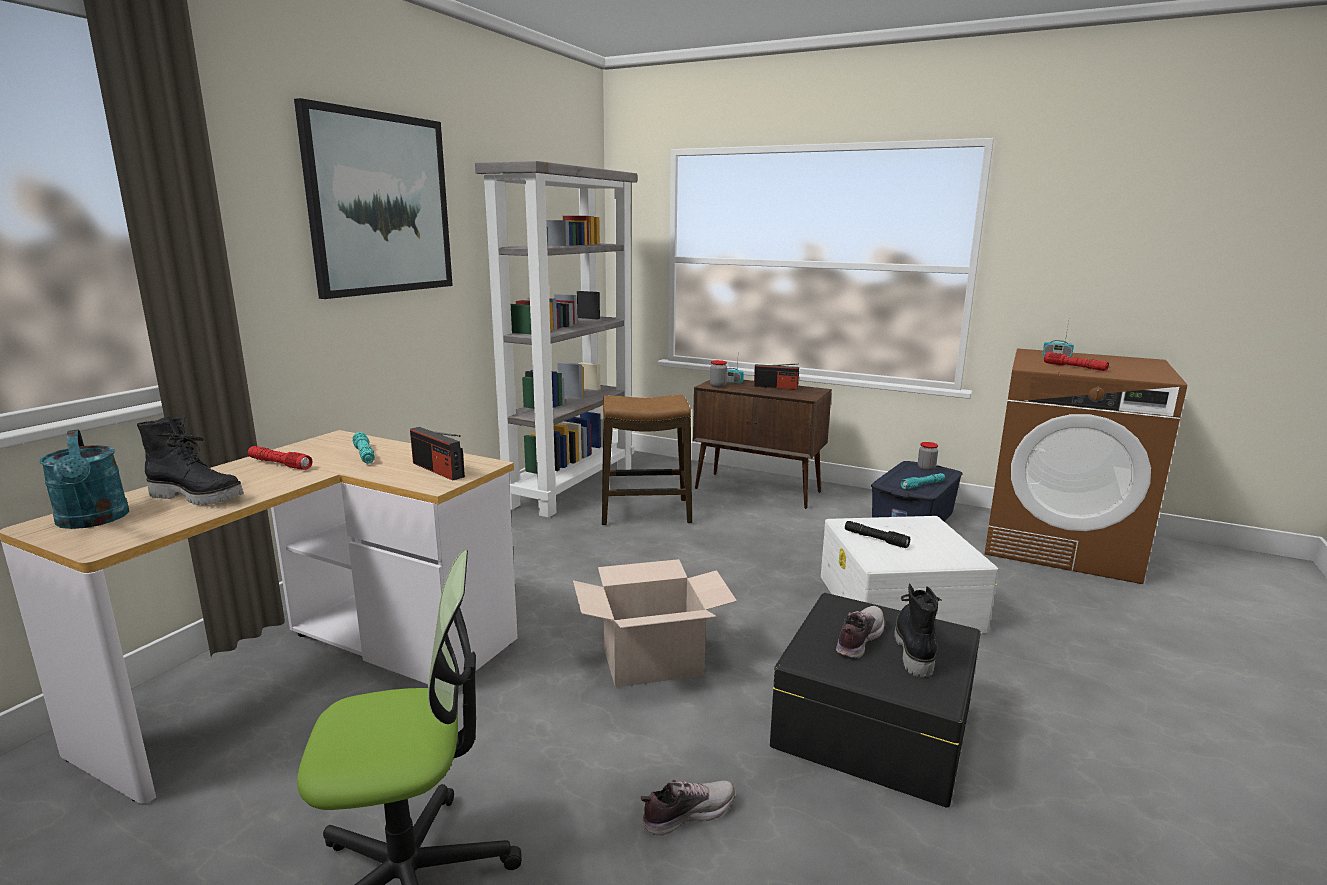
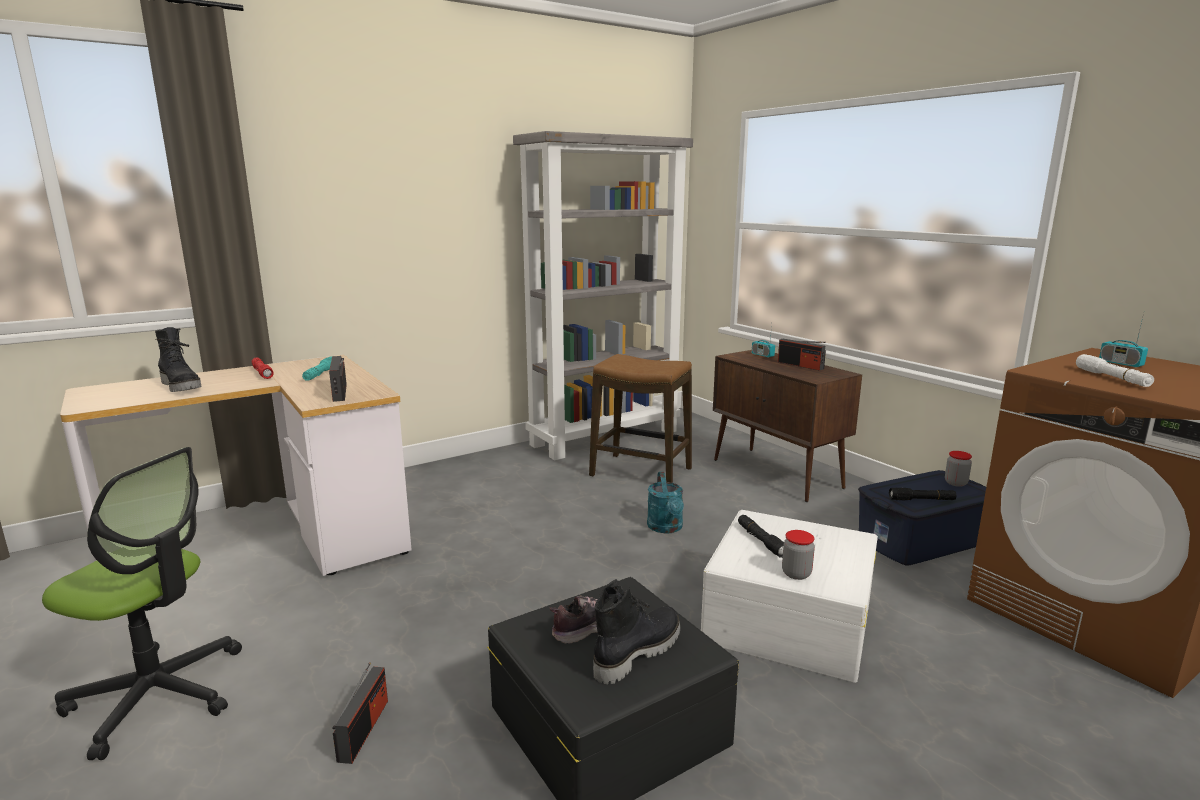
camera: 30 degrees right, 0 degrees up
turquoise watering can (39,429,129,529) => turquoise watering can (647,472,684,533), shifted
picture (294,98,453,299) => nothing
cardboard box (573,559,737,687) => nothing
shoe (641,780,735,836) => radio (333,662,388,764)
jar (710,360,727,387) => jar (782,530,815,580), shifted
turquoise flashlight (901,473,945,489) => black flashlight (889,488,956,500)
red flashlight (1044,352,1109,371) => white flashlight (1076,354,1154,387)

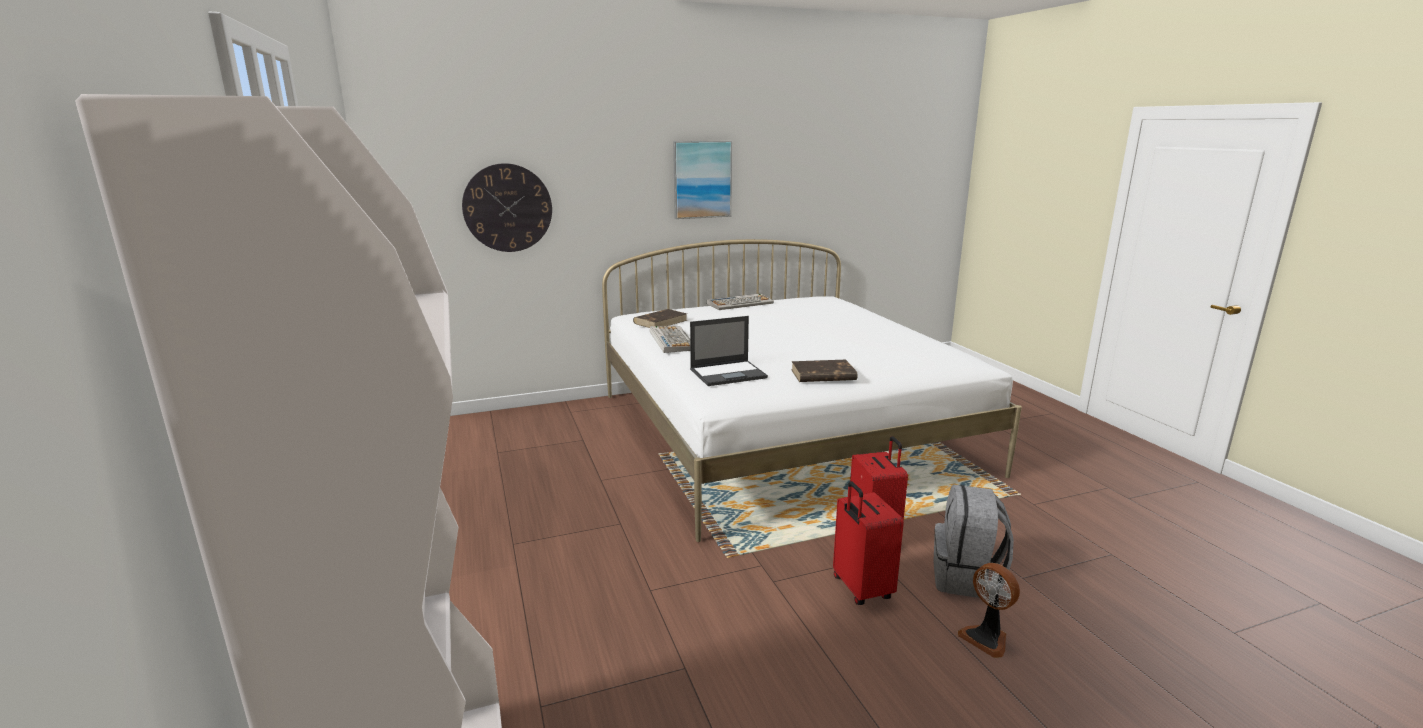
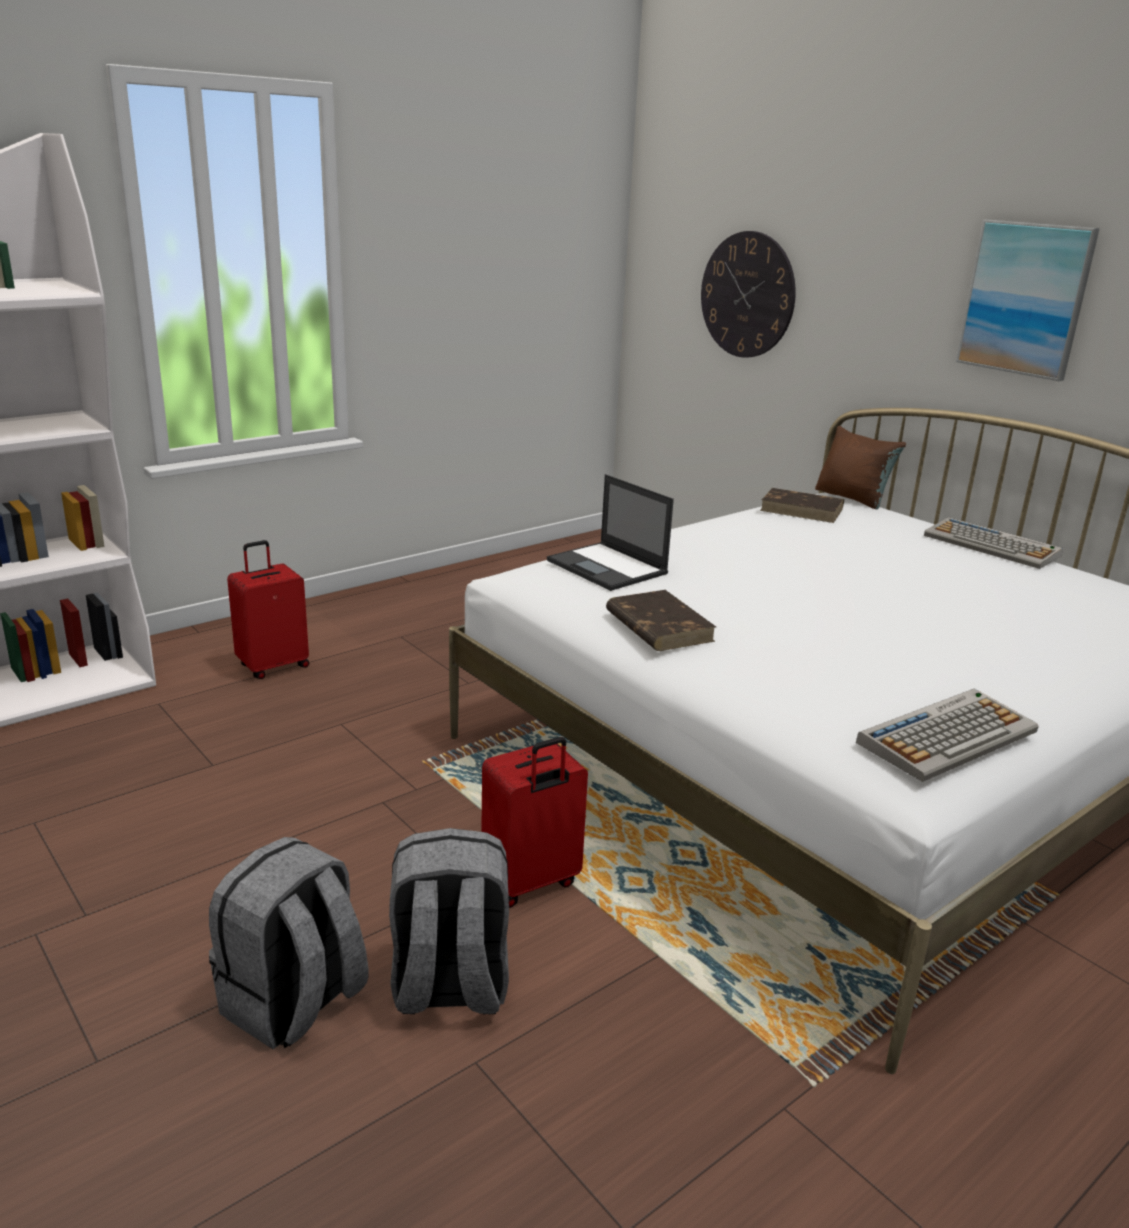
camera: 70 degrees right, 5 degrees up
keyboard (650,326,690,353) => keyboard (856,688,1039,782), shifted
red suitcase (833,481,904,605) => red suitcase (227,540,309,679), shifted
fan (958,563,1020,658) => grey backpack (209,837,368,1049)
nothing => brown pillow (815,426,906,509)

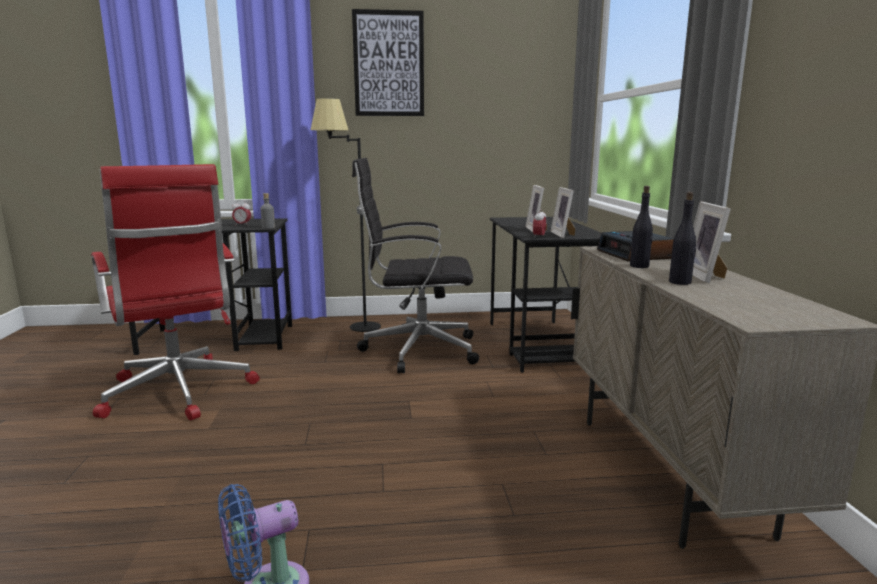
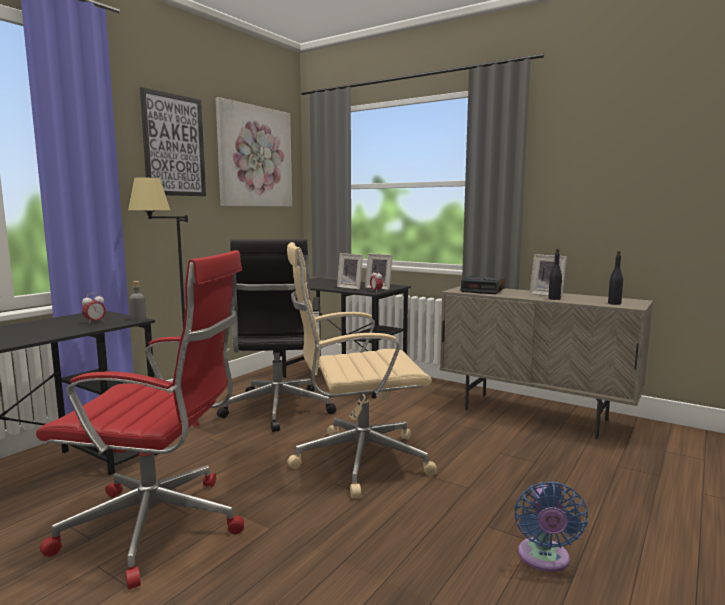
camera: 50 degrees left, 5 degrees down
black office chair (352,158,479,373) => black office chair (217,239,336,432), 45 degrees counterclockwise
black bottle (630,186,653,268) => black bottle (608,251,623,305), shifted
nothing => picture (216,97,292,207)
nothing => beige office chair (287,242,437,498)

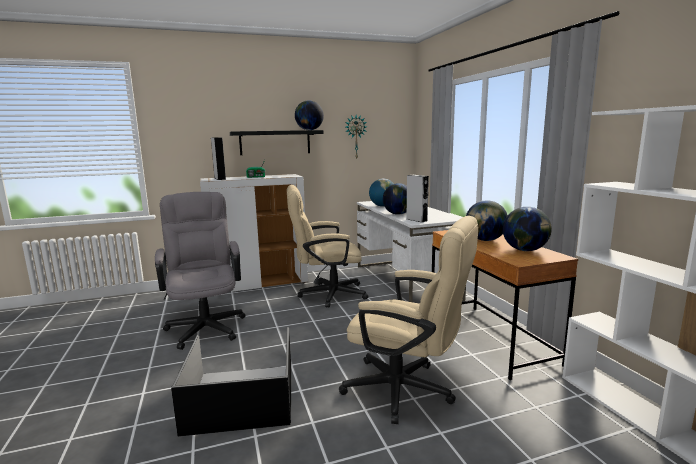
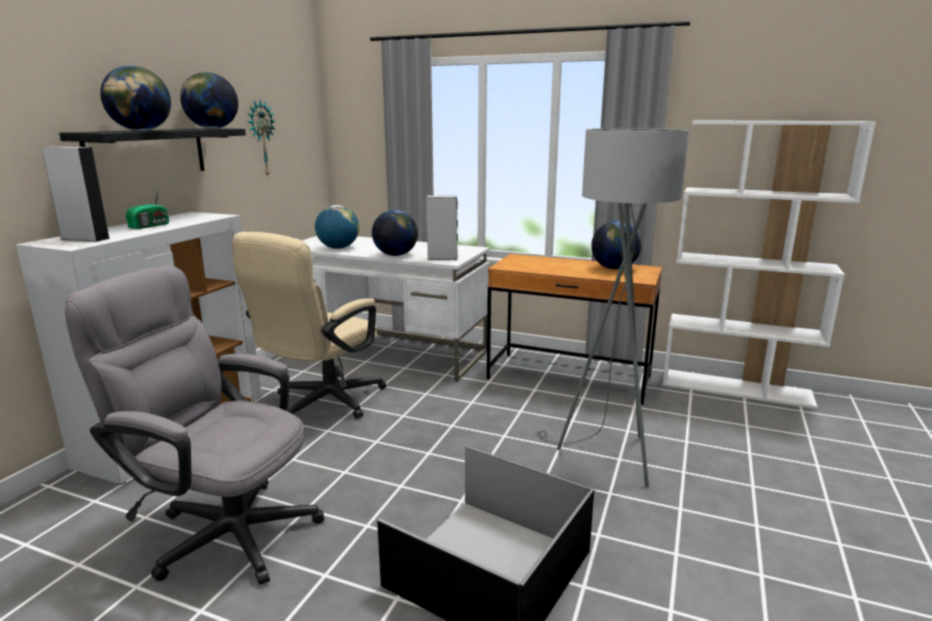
camera: 50 degrees left, 5 degrees up
beige office chair (339,216,478,424) => grey floor lamp (535,128,689,487)
globe (466,200,508,241) => globe (100,66,171,131), shifted

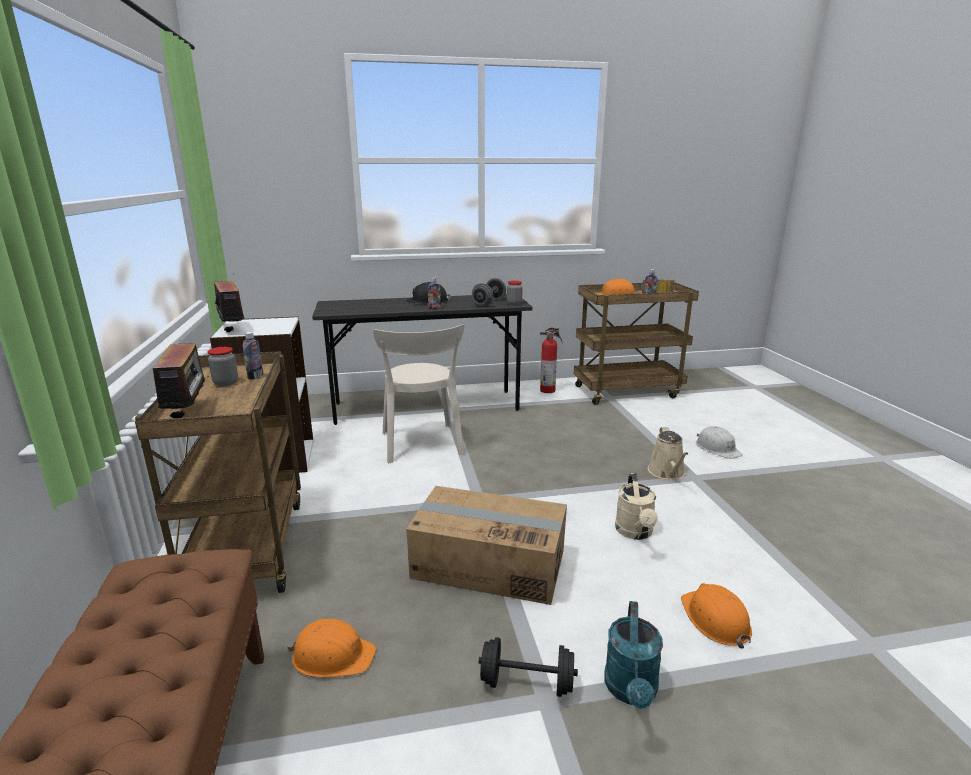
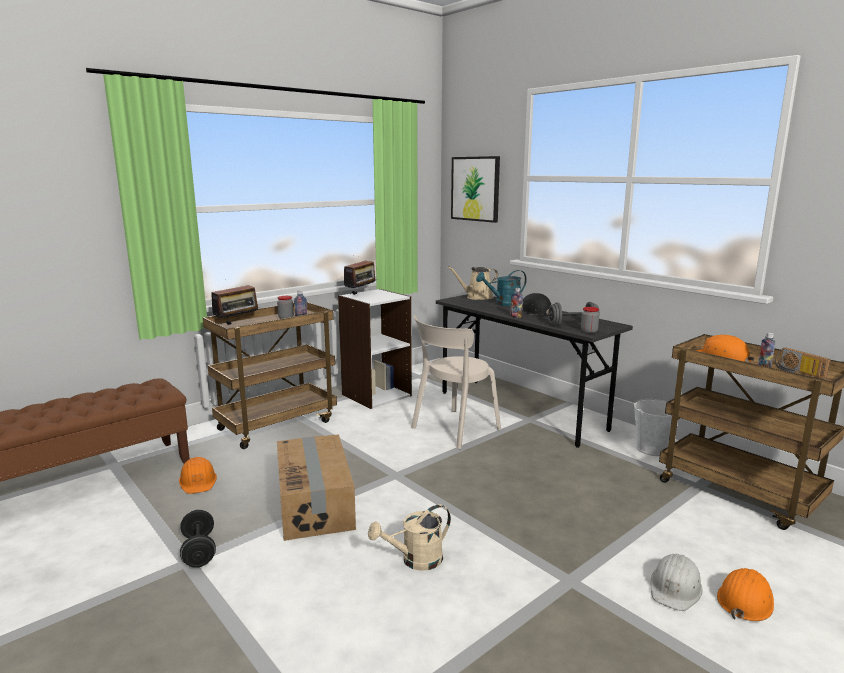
camera: 60 degrees right, 5 degrees down
fire extinguisher (540,328,562,393) => white bucket (634,399,672,456)
turquoise watering can (604,601,663,709) => turquoise watering can (476,270,527,306), shifted
beige watering can (648,427,688,480) => beige watering can (448,266,498,300), shifted
orange hard hat (681,583,752,649) => orange hard hat (717,568,774,621), shifted
nothing => picture (451,156,500,223)

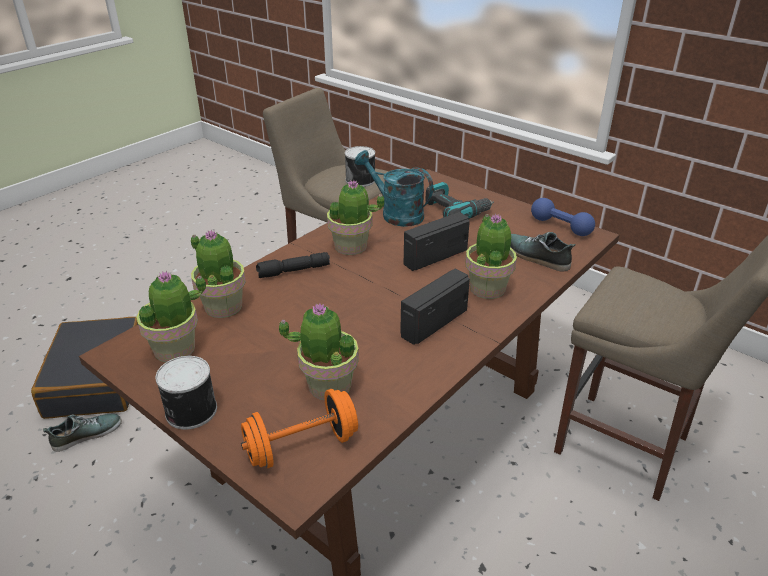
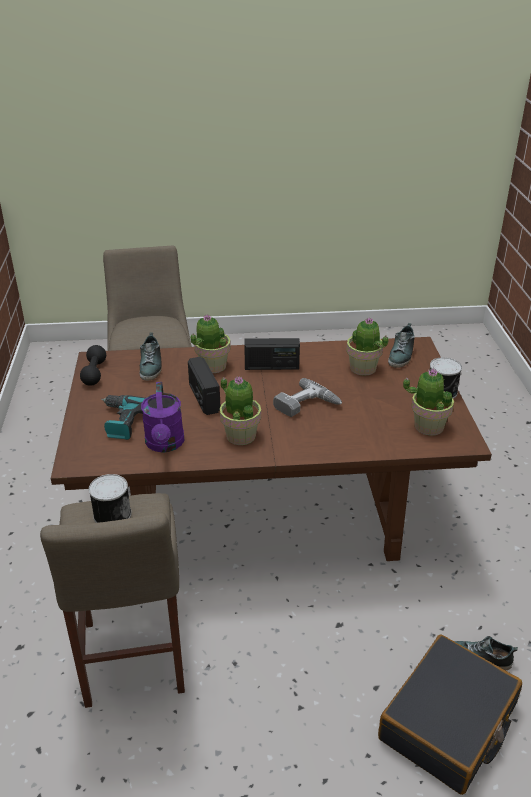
camera: 135 degrees left, 0 degrees up
potted plant (190,229,246,318) => nothing
orange dumbbell (241,389,358,468) => shoe (388,323,415,368)
black flashlight (256,252,330,278) => nothing
turquoise watering can (355,150,433,227) => purple watering can (141,382,184,452)
radio (404,212,470,271) => radio (188,357,221,415), 60 degrees clockwise
blue dumbbell (531,198,595,236) => black dumbbell (80,345,106,386)
nothing => power drill (273,378,342,417)

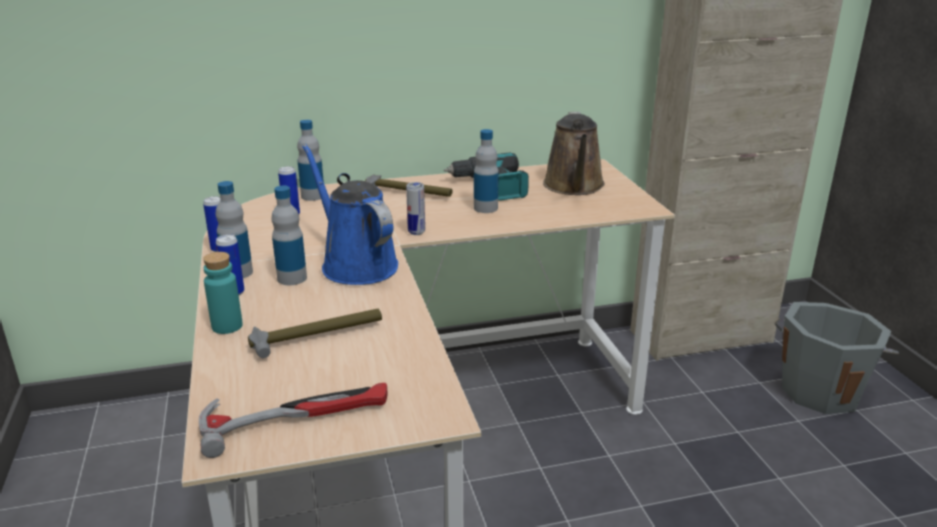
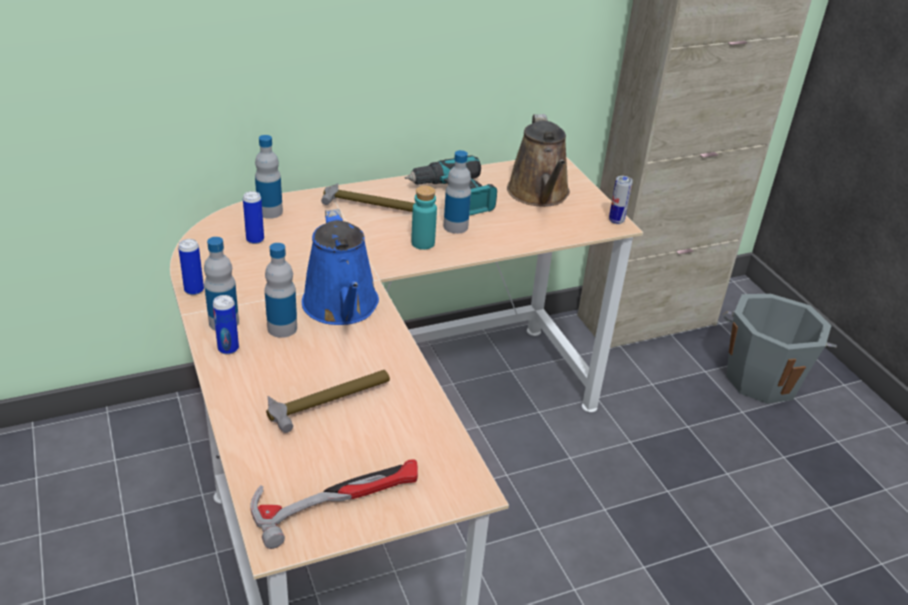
camera: 10 degrees left, 10 degrees up
turquoise bottle (203,252,243,334) => turquoise bottle (411,186,437,250), shifted
blue watering can (302,144,398,285) => blue watering can (302,209,379,325), 150 degrees counterclockwise
can (406,182,425,235) => can (609,176,633,224), shifted

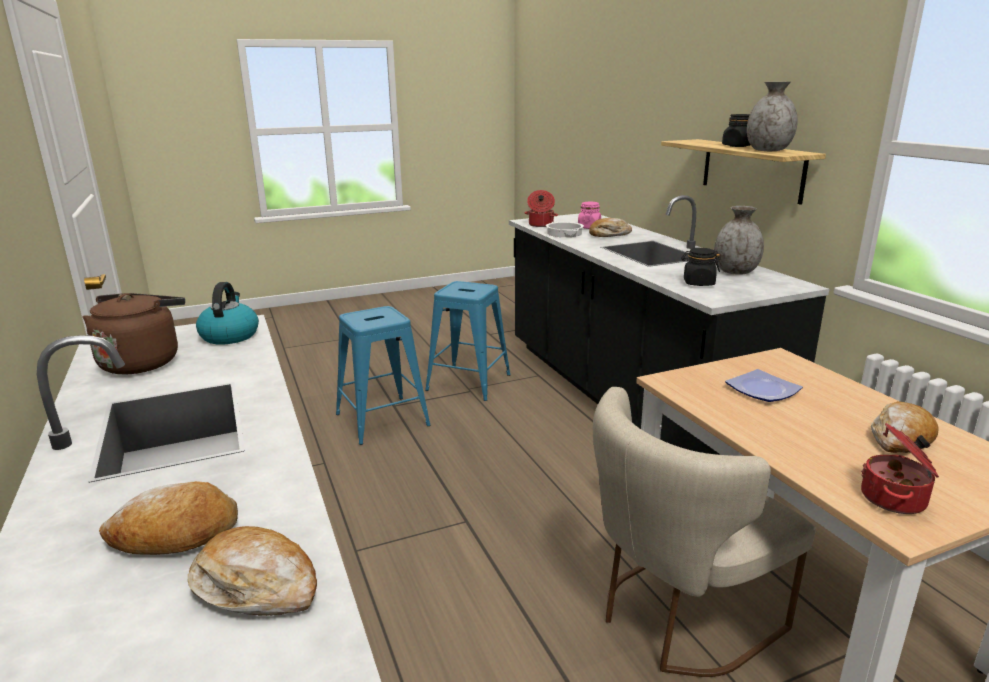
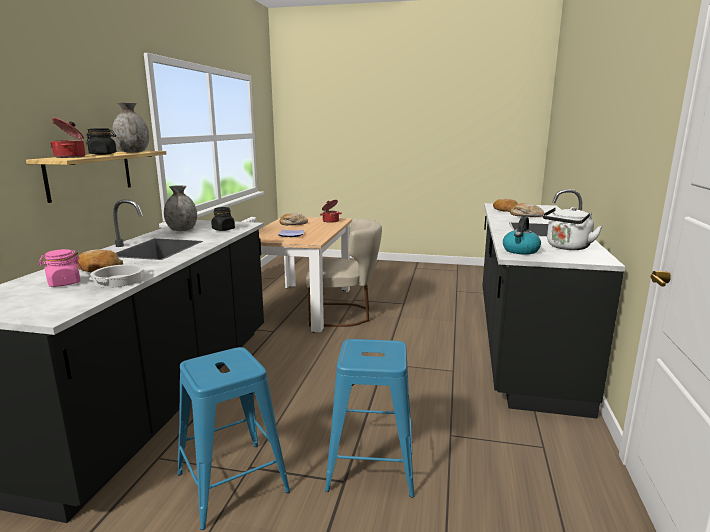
camera: 145 degrees left, 5 degrees down
brown kettle (83,293,185,374) => white kettle (543,207,602,250)
cooking pot (525,190,558,227) => cooking pot (50,118,85,158), shifted

